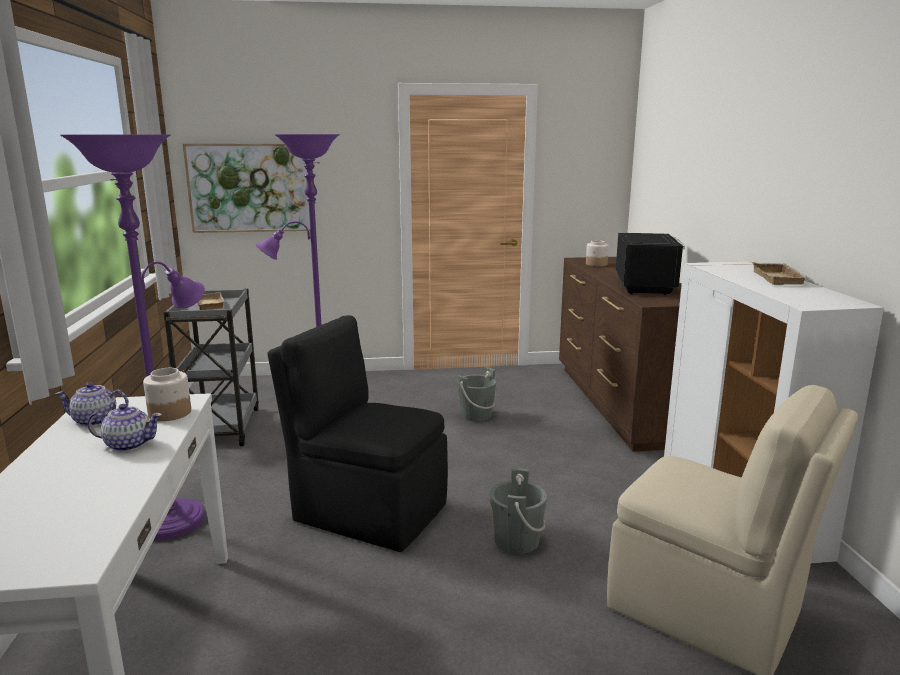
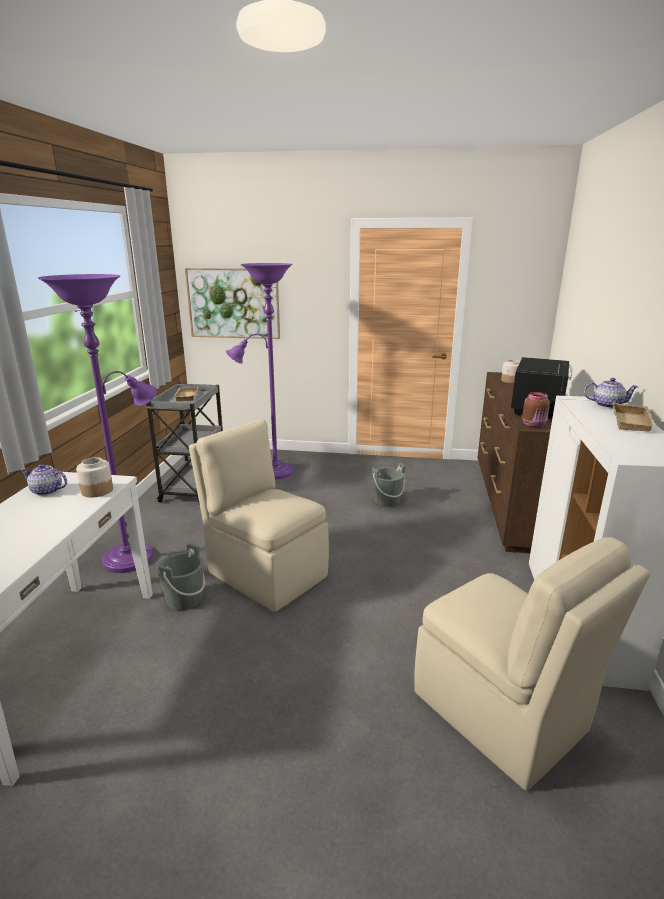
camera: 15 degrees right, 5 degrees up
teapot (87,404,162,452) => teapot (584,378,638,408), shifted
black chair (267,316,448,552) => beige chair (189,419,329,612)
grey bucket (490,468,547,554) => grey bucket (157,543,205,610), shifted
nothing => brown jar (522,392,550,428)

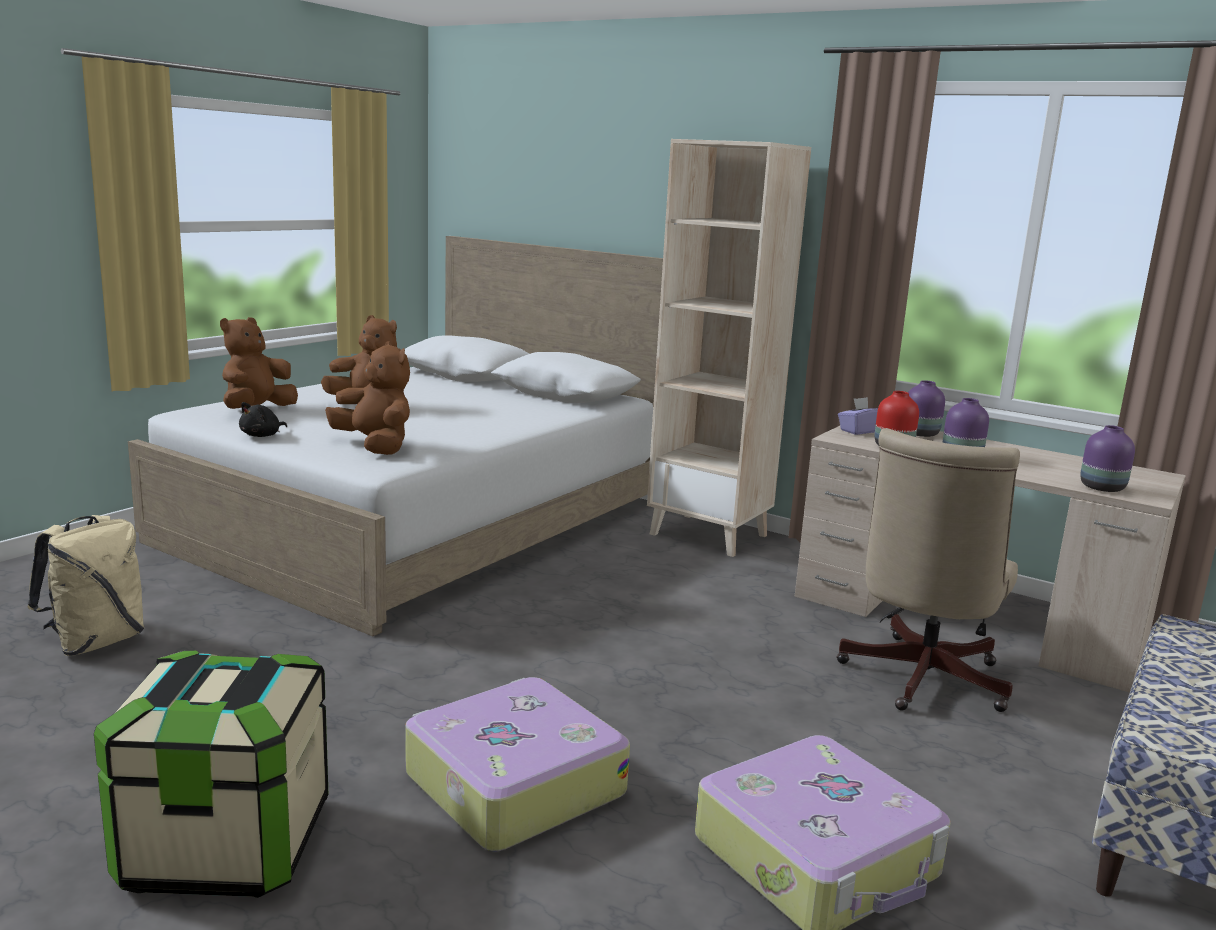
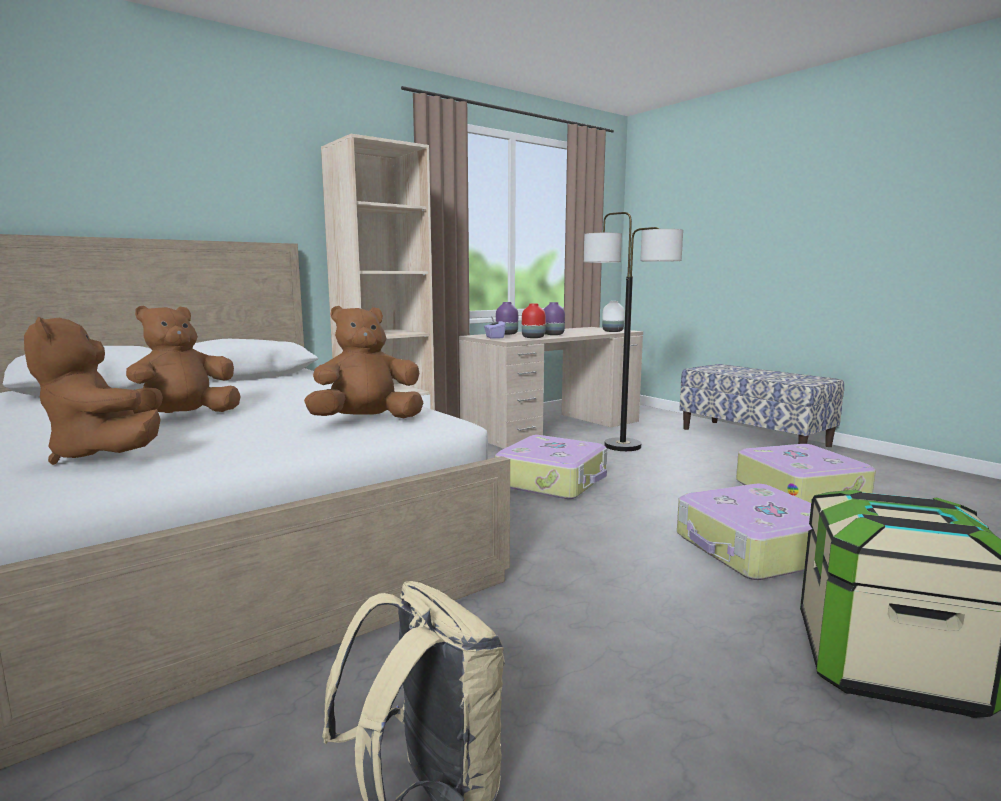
camera: 70 degrees left, 5 degrees down
black plush toy (239,402,287,437) => nothing
beige office chair (836,428,1020,712) => floor lamp (584,212,683,451)
purple vase (1080,425,1135,492) => white vase (602,301,625,332)
nothing => suitcase (495,435,607,499)

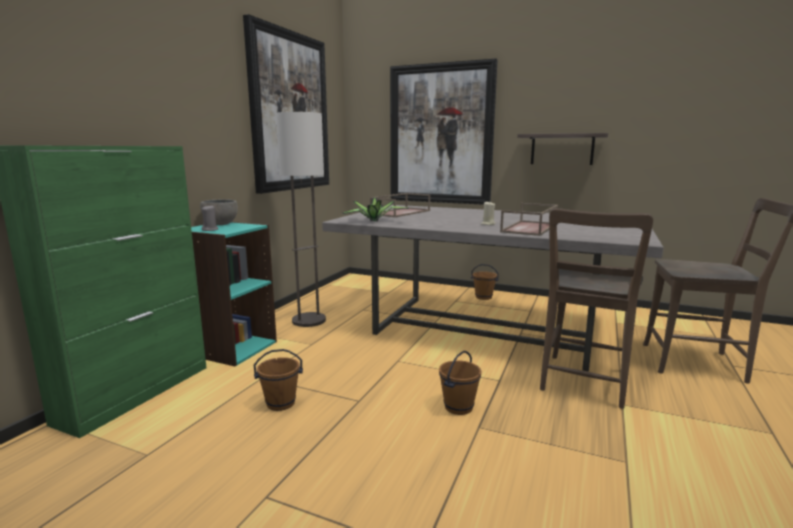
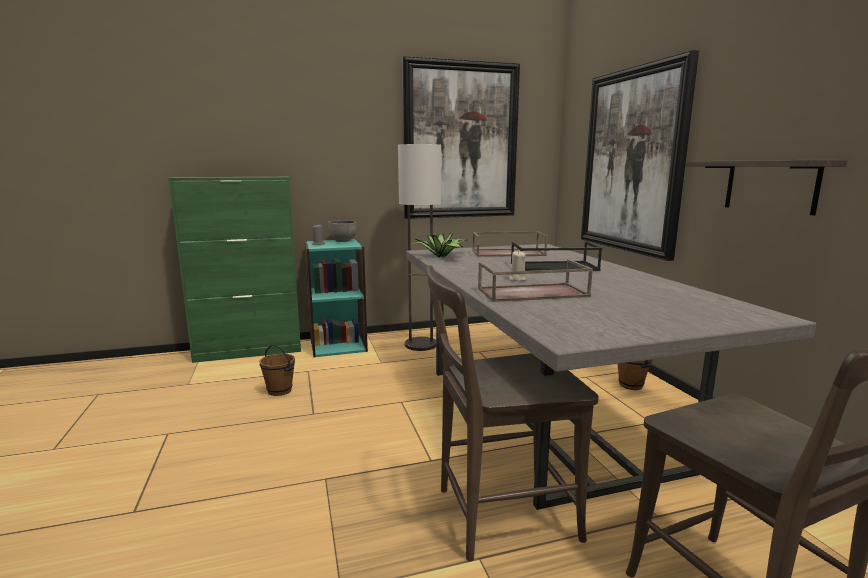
camera: 50 degrees right, 0 degrees up
brown bucket (439,351,481,415) => nothing
nothing => black tray (511,242,602,271)

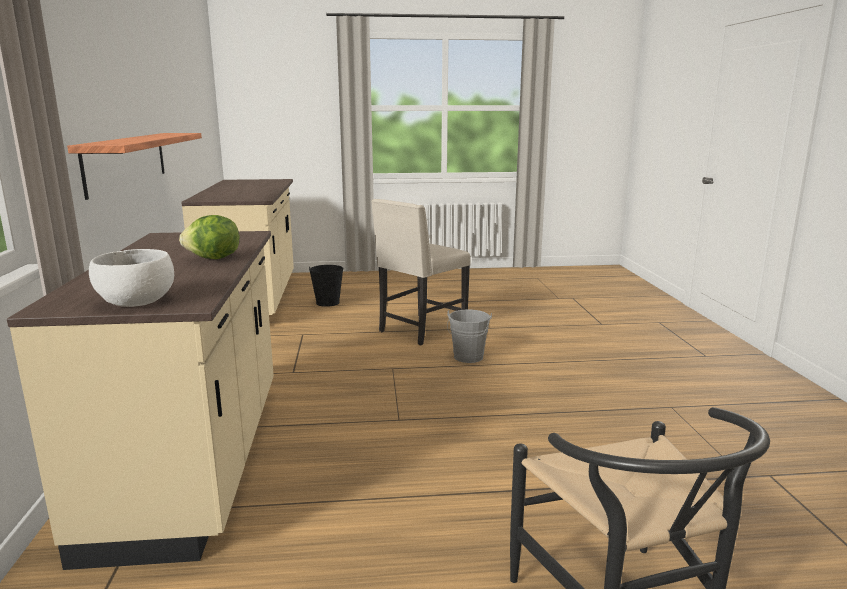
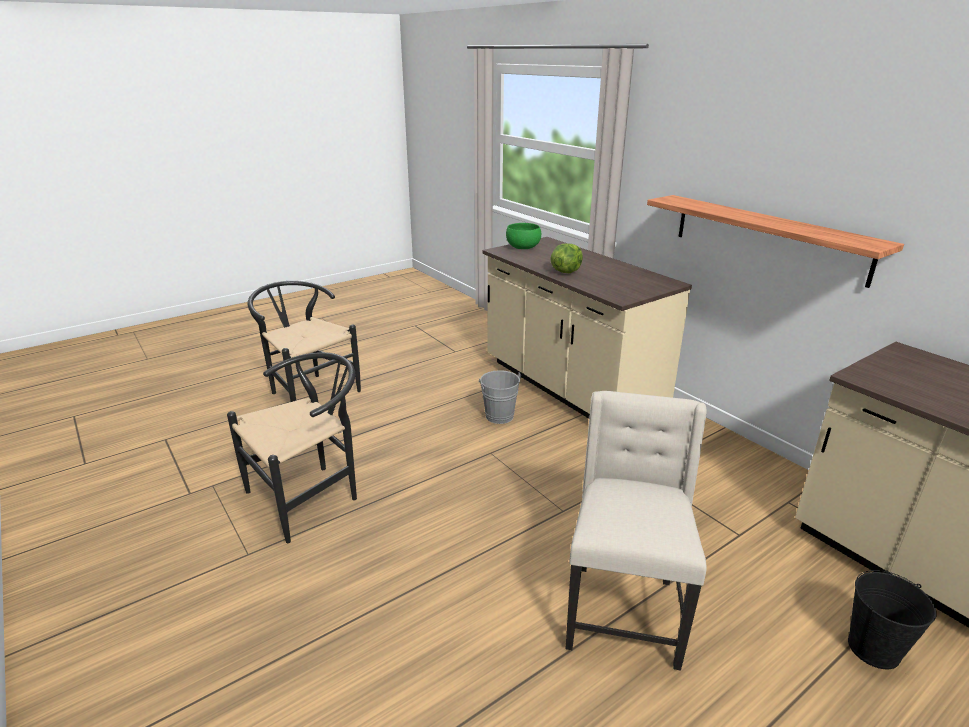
camera: 150 degrees right, 10 degrees up
white bowl (89,249,174,307) => green bowl (506,223,541,249)
grey bucket (447,309,492,363) => grey bucket (479,370,521,424), shifted
nothing => black chair (227,352,357,543)

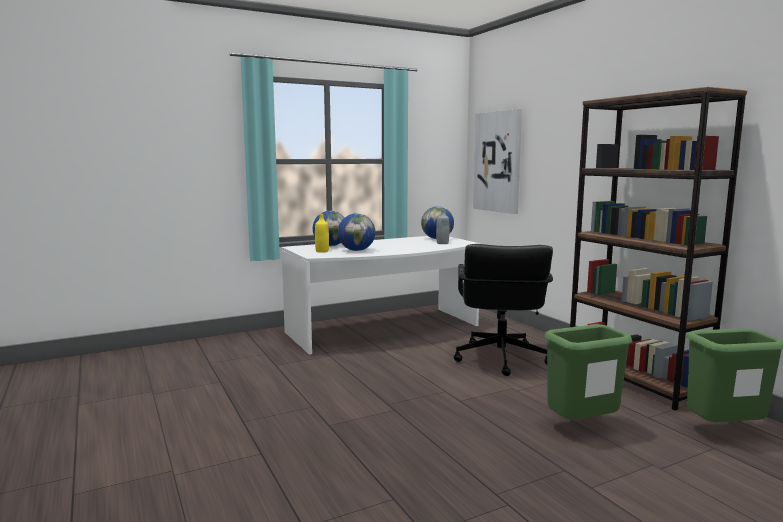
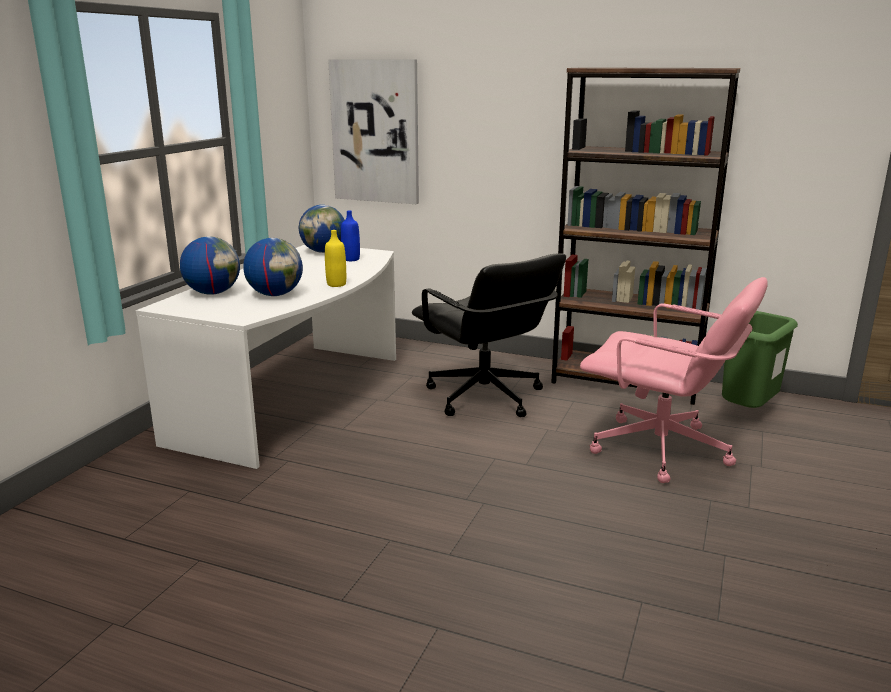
camera: 40 degrees left, 10 degrees up
yellow bottle (315,214,329,253) => yellow bottle (325,230,346,287), shifted
grey bottle (436,209,449,244) => blue bottle (341,210,360,261)
green trash can (544,324,632,420) => pink office chair (580,277,768,483)

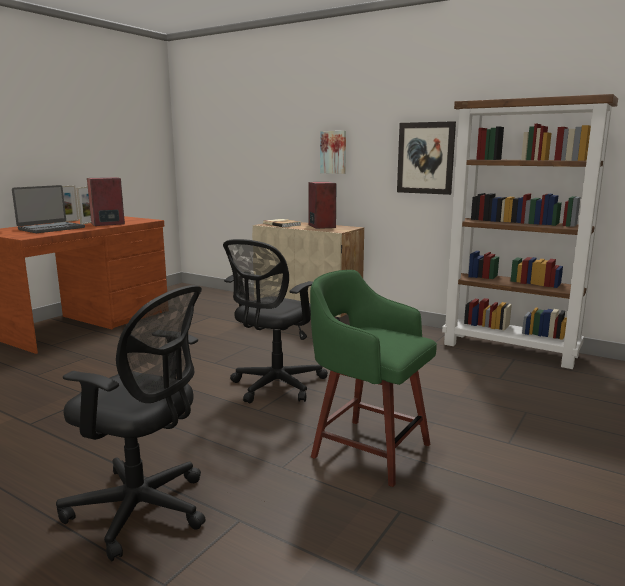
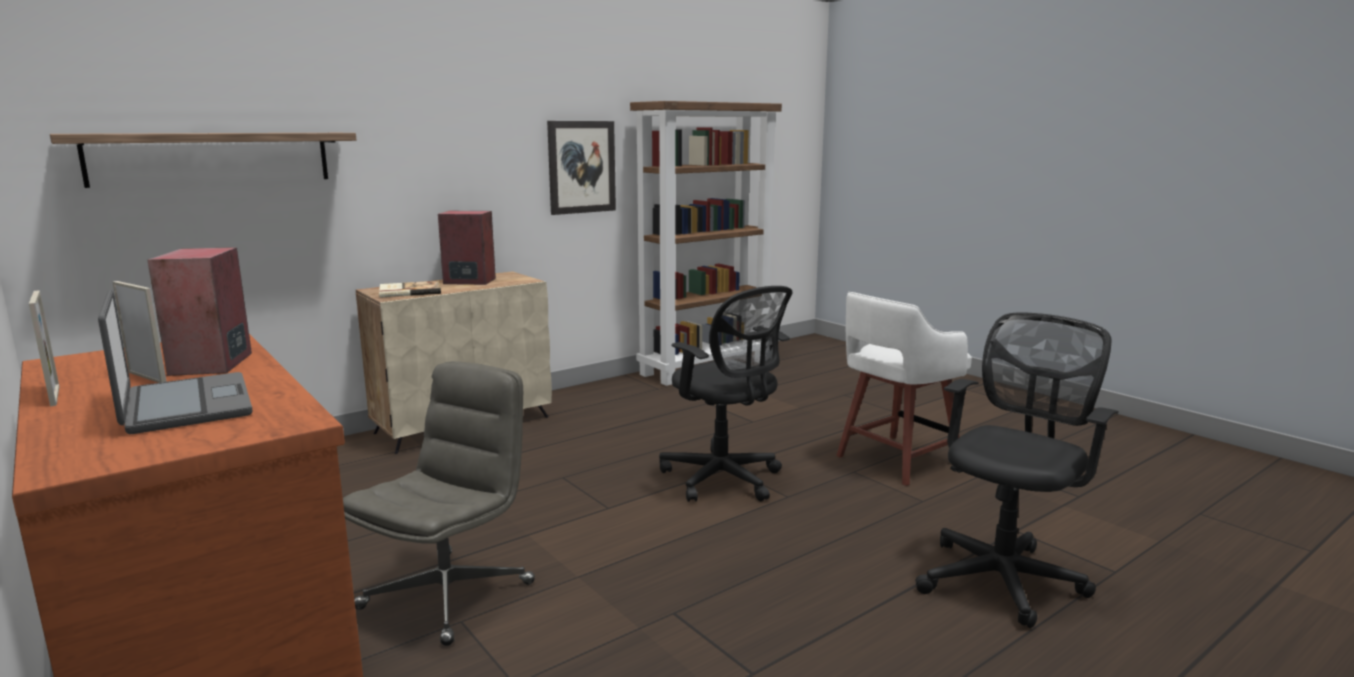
camera: 70 degrees left, 0 degrees up
green stool (310,270,437,487) => white stool (836,292,972,486)
picture (320,131,346,174) => nothing
nothing => shelf (50,133,356,188)
nothing => grey office chair (343,361,535,646)

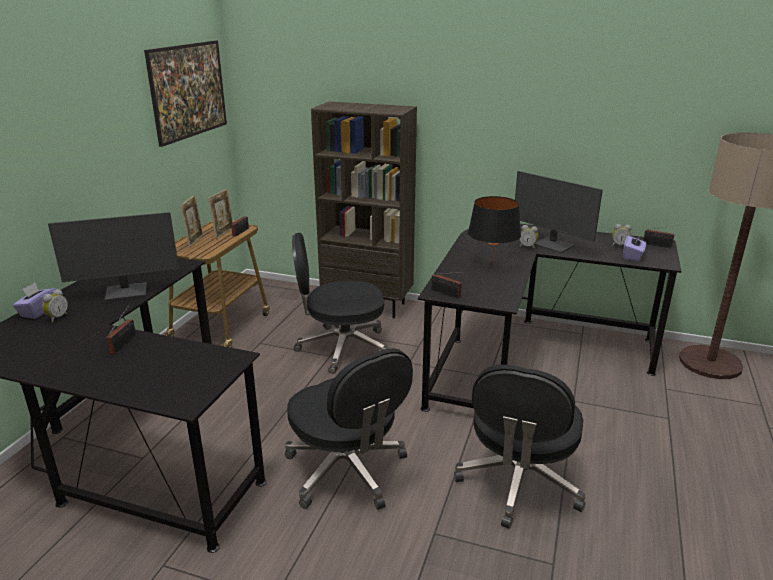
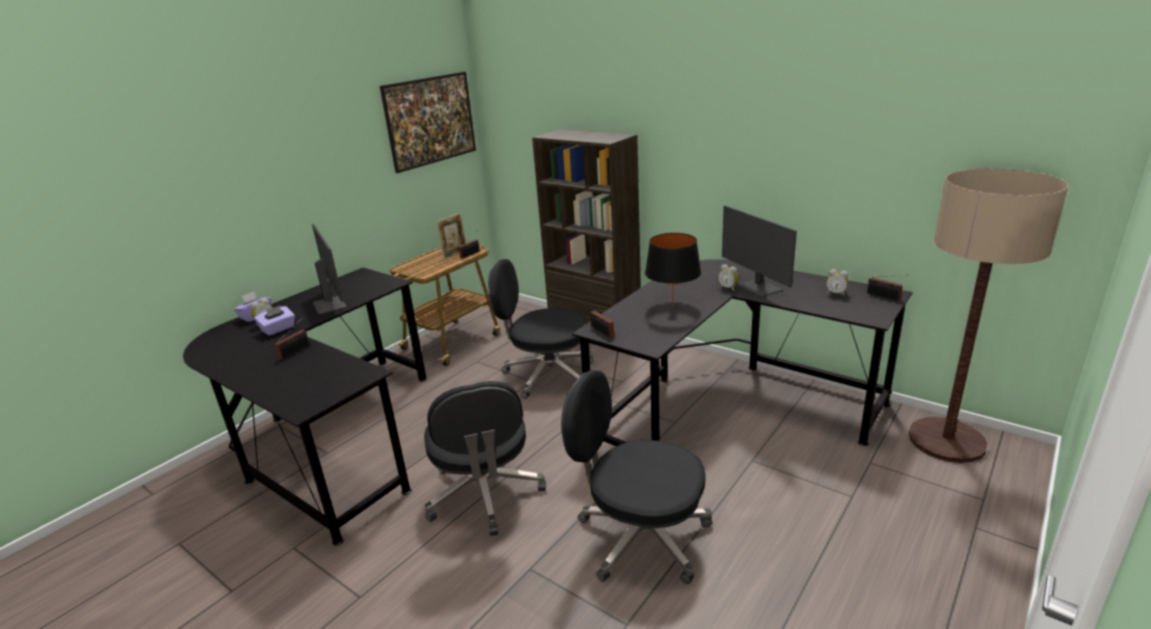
camera: 20 degrees right, 0 degrees up
monitor (48,212,179,301) => monitor (312,224,347,315), 120 degrees counterclockwise
picture frame (180,195,204,247) => nothing
black office chair (454,365,585,529) => black office chair (561,370,712,584), 75 degrees clockwise
purple tissue box (623,236,646,262) => purple tissue box (254,305,295,336), shifted

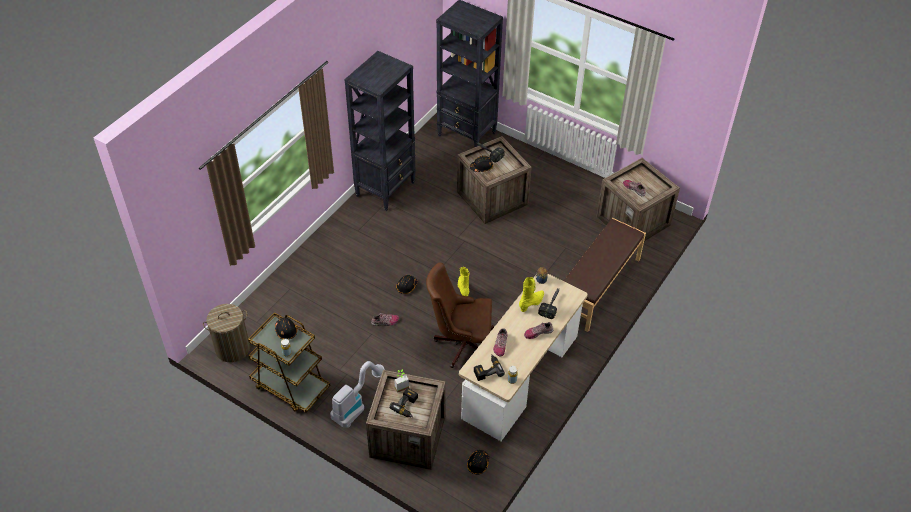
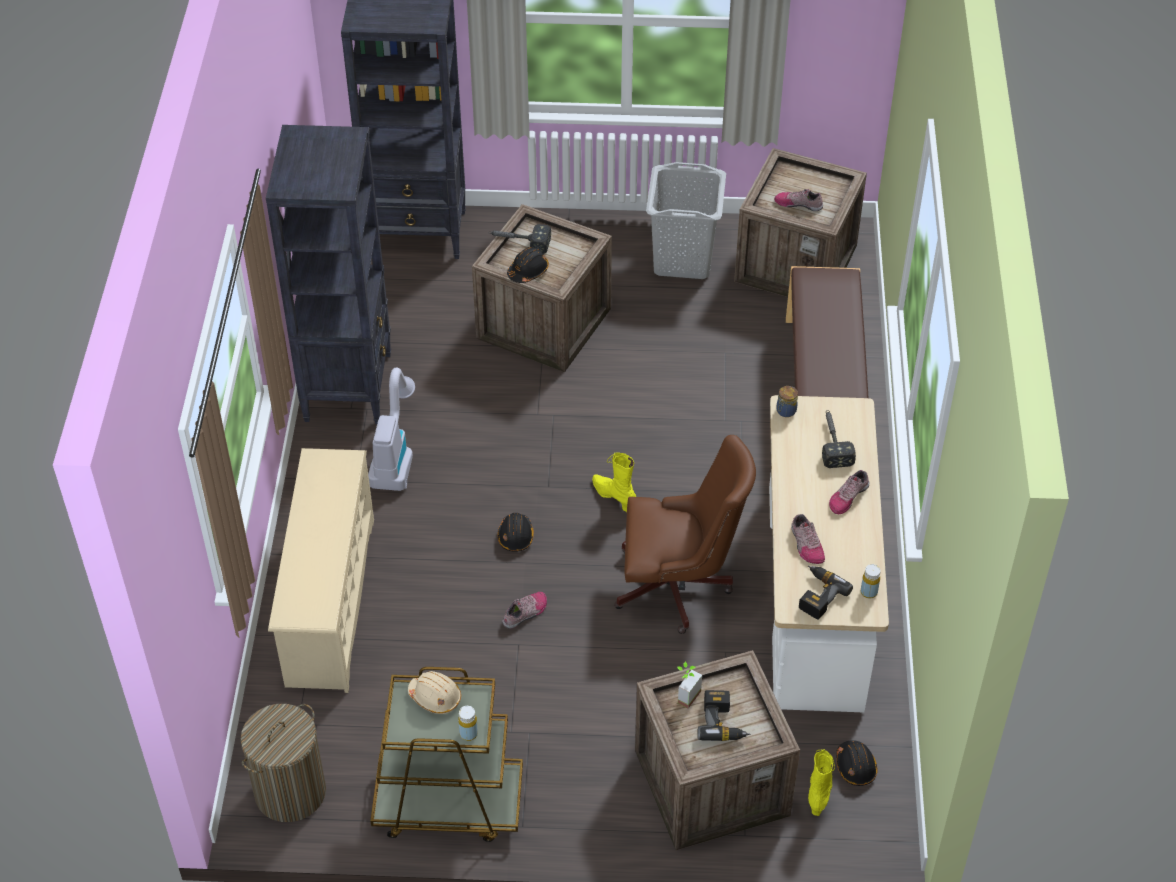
camera: 30 degrees left, 0 degrees up
black hard hat (275,317,297,340) => beige hard hat (408,671,461,714)
vacuum cleaner (330,361,385,428) => vacuum cleaner (368,367,415,491), shifted
brown office chair (426,263,494,368) => brown office chair (614,435,756,634), 150 degrees counterclockwise
yellow boot (519,277,544,312) => yellow boot (808,749,835,816), shifted
nothing => beige shoe rack (268,448,374,693)
nothing => grey laundry basket (646,162,726,279)

